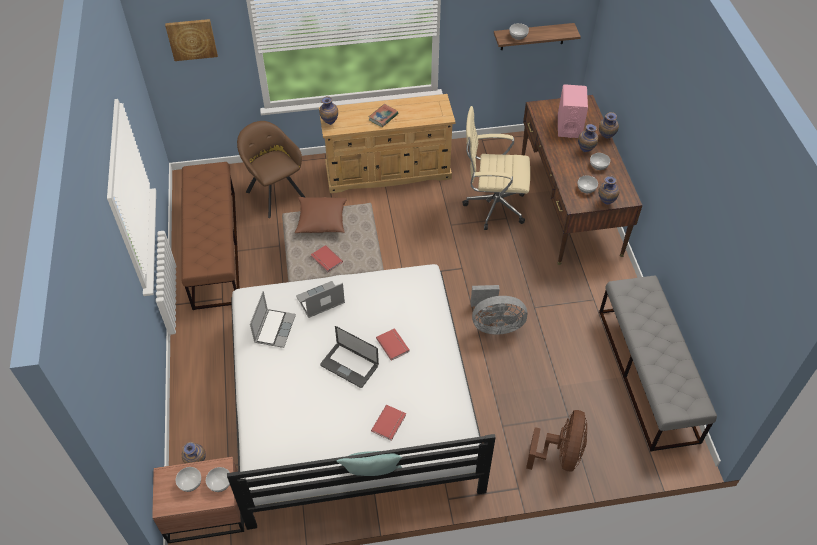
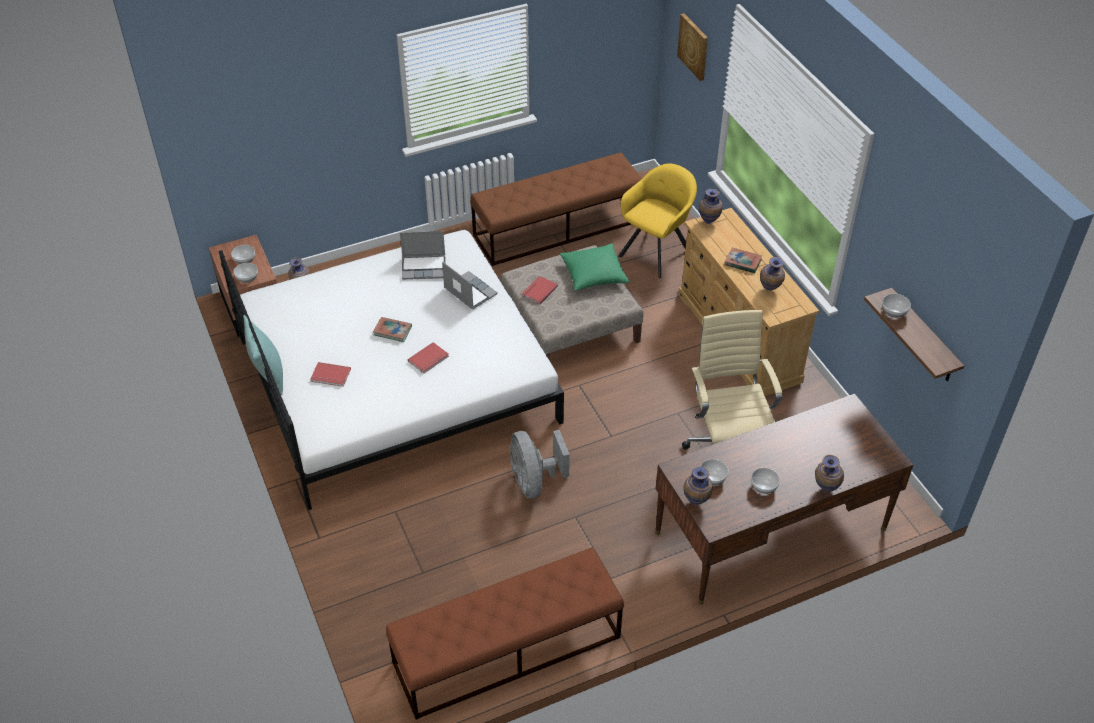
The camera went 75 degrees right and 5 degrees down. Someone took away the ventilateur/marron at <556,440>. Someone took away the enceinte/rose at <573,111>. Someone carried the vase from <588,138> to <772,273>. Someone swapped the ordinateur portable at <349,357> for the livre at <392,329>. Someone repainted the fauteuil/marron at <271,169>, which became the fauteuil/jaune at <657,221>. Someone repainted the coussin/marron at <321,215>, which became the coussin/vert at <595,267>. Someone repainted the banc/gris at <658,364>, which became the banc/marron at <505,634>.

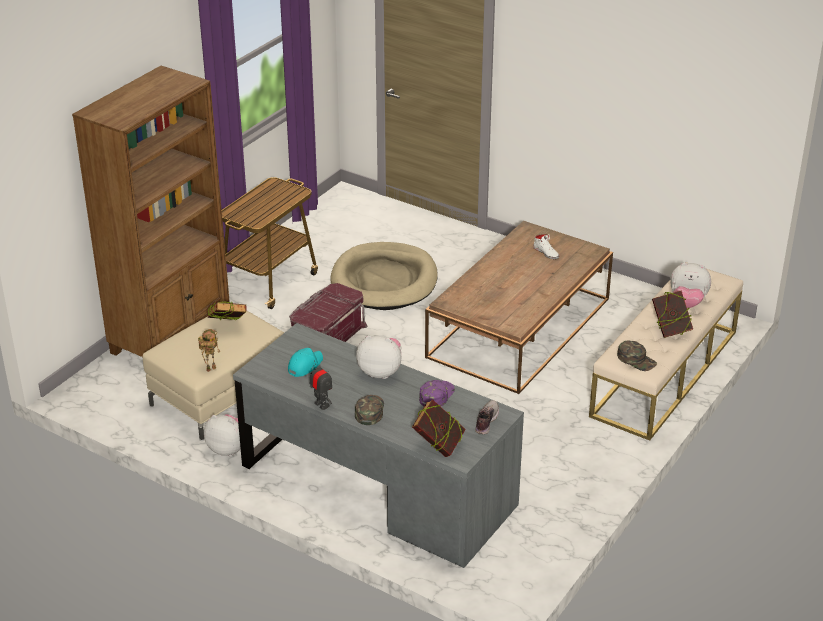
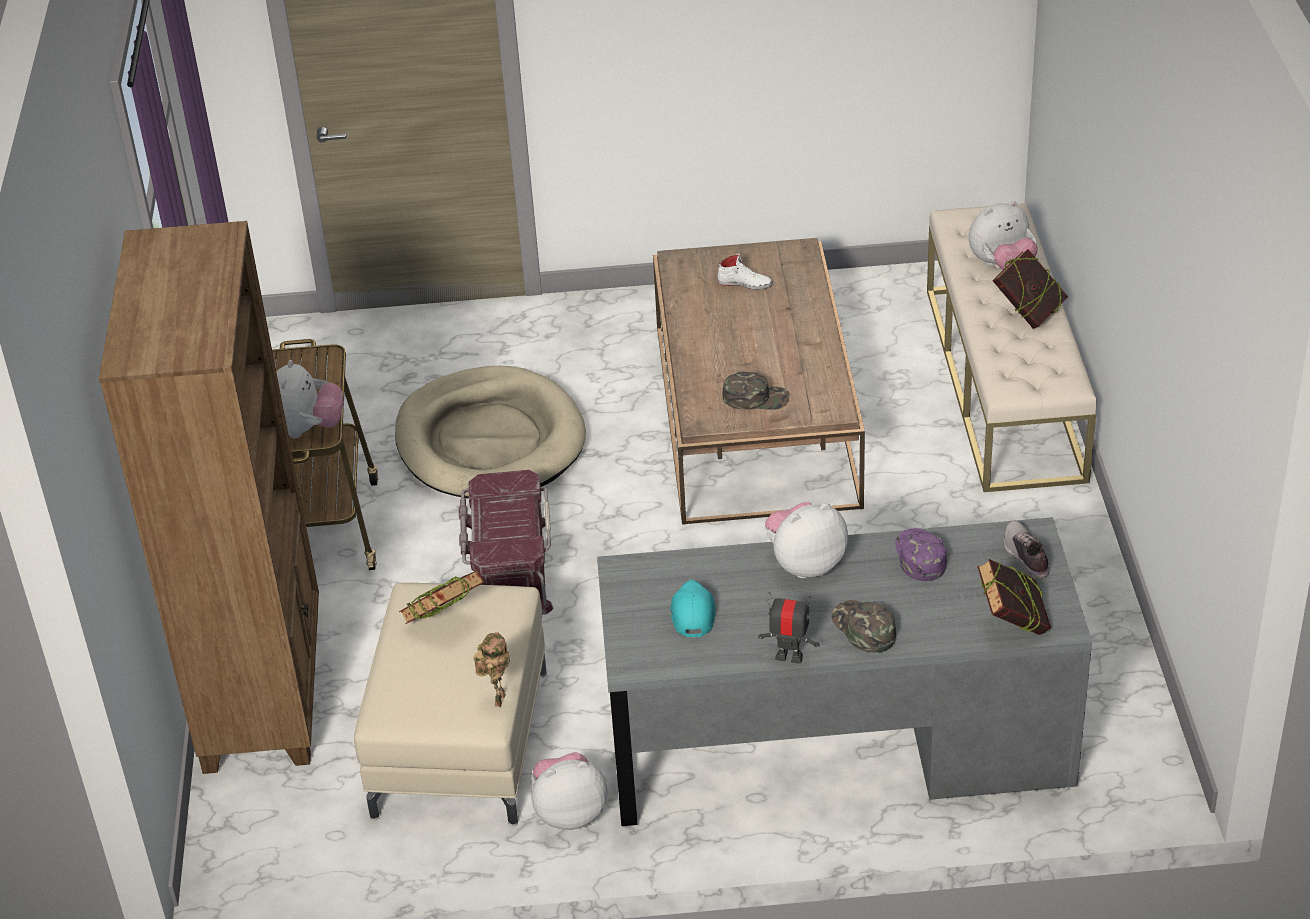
The camera went 35 degrees left and 5 degrees up. Someone put down the peluche at <309,399>. Someone carried the casquette/vert from <637,355> to <756,391>.

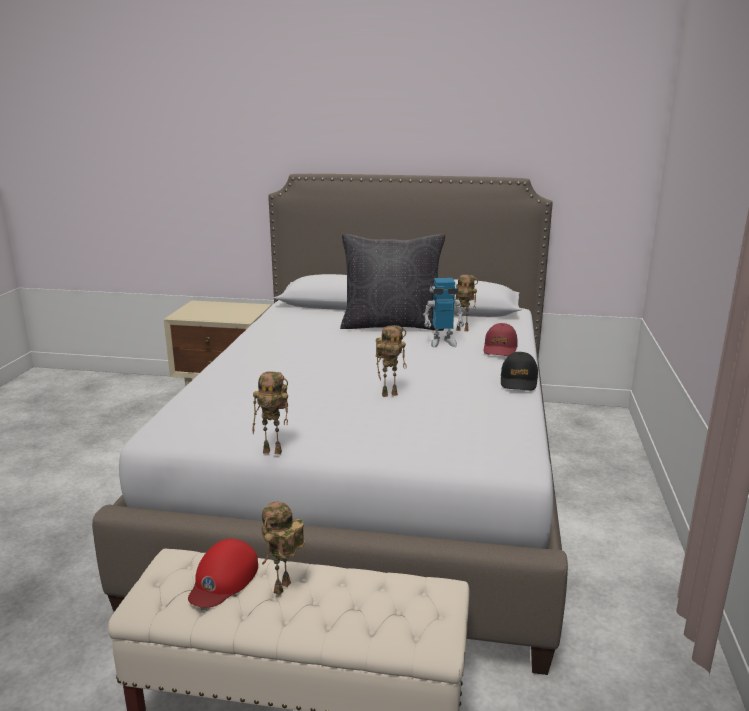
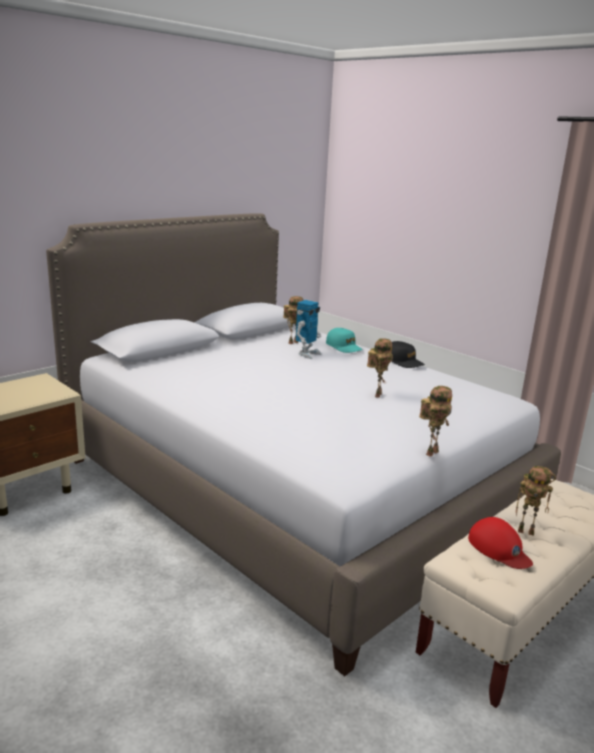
The camera went 55 degrees left and 0 degrees up. Someone took away the coussin/noir at <392,282>. Someone repainted the casquette/rouge at <500,339>, which became the casquette/turquoise at <344,340>. Someone rotated the robot jouet at <283,548> by 45 degrees counterclockwise.

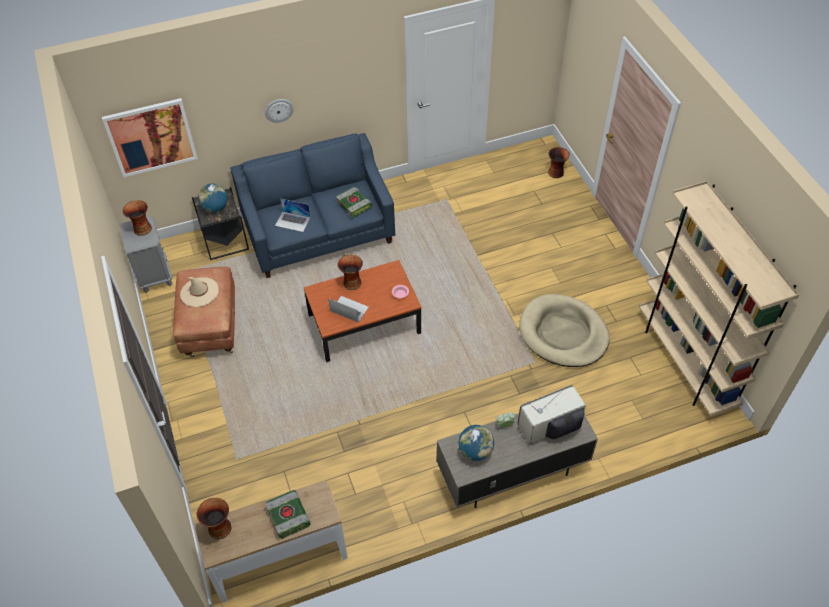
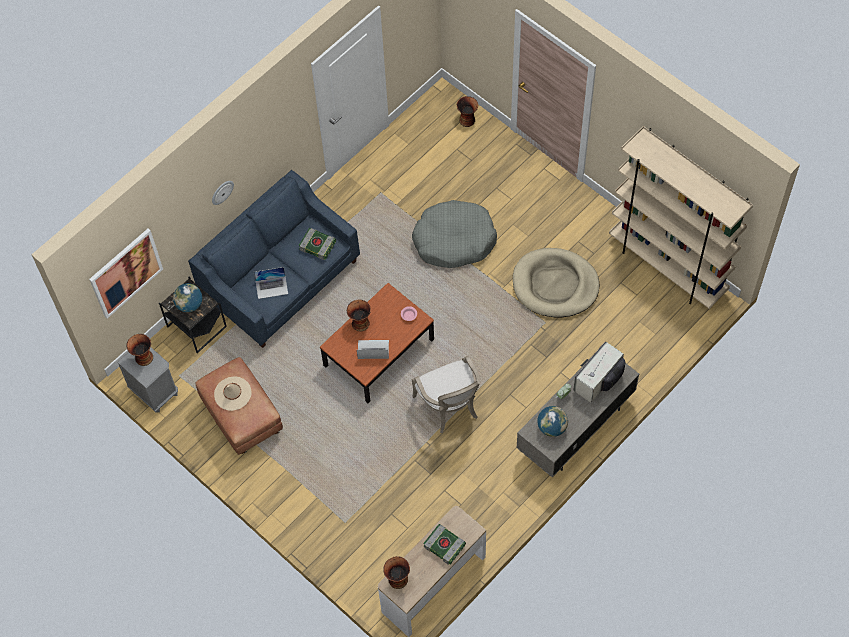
The camera went 25 degrees left and 10 degrees up. Someone put down the panier pour chien/gris at <454,234>. Someone put down the fauteuil at <446,394>.

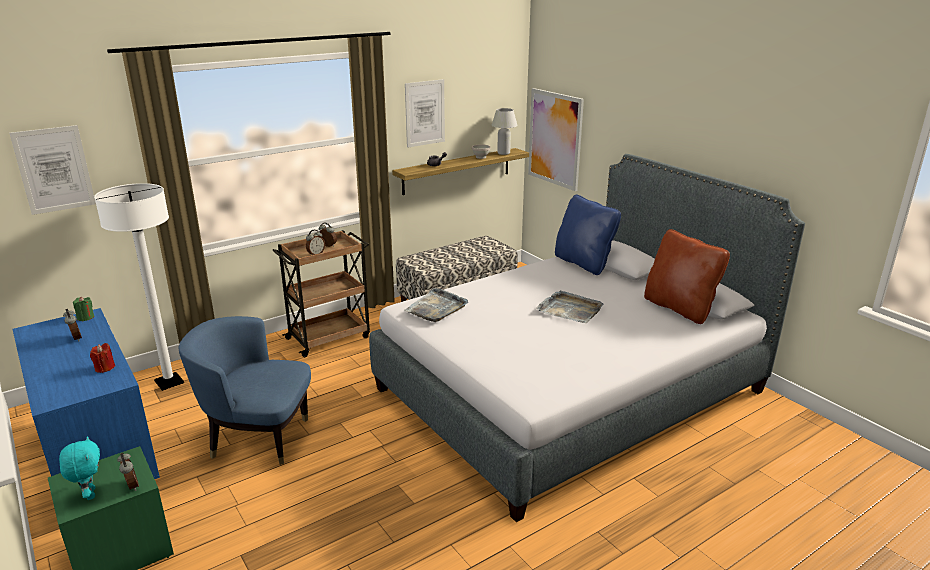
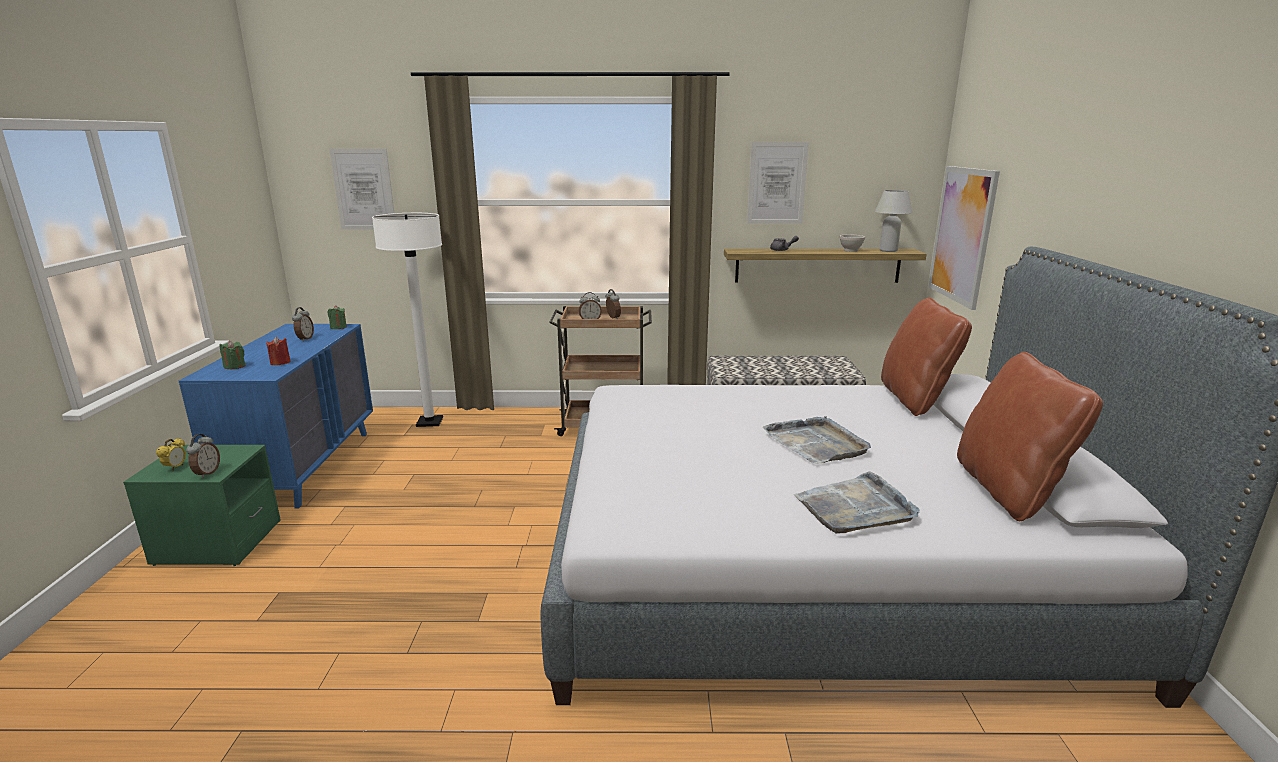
The camera went 35 degrees right and 5 degrees down. Someone took away the fauteuil/bleu at <244,390>. Someone put down the bougie/vert at <232,355>. Someone carried the plateau/gris from <436,305> to <857,502>. Someone swapped the peluche/turquoise at <79,468> for the réveil at <171,454>. Someone repainted the coussin/bleu at <588,235>, which became the coussin/marron at <926,356>.

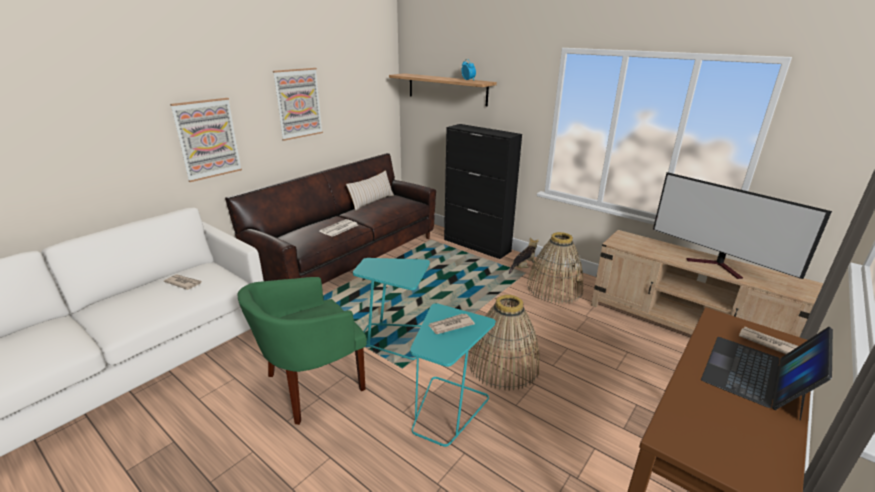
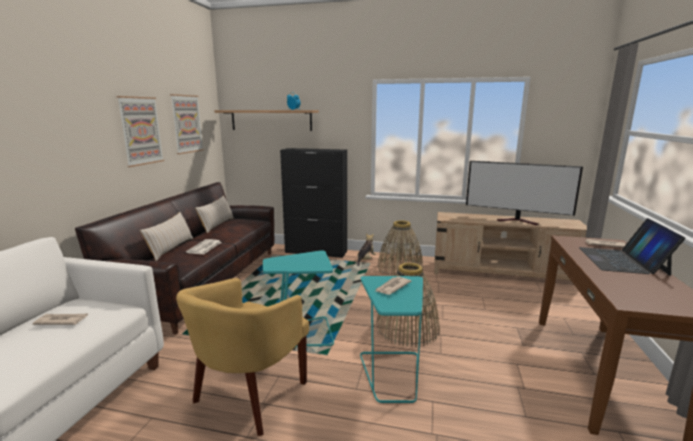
The camera went 25 degrees left and 10 degrees down. Someone put down the coussin/beige at <166,236>. Someone carried the tableau from <206,140> to <187,124>. Someone repainted the fauteuil/vert at <302,351>, which became the fauteuil/jaune at <242,357>.

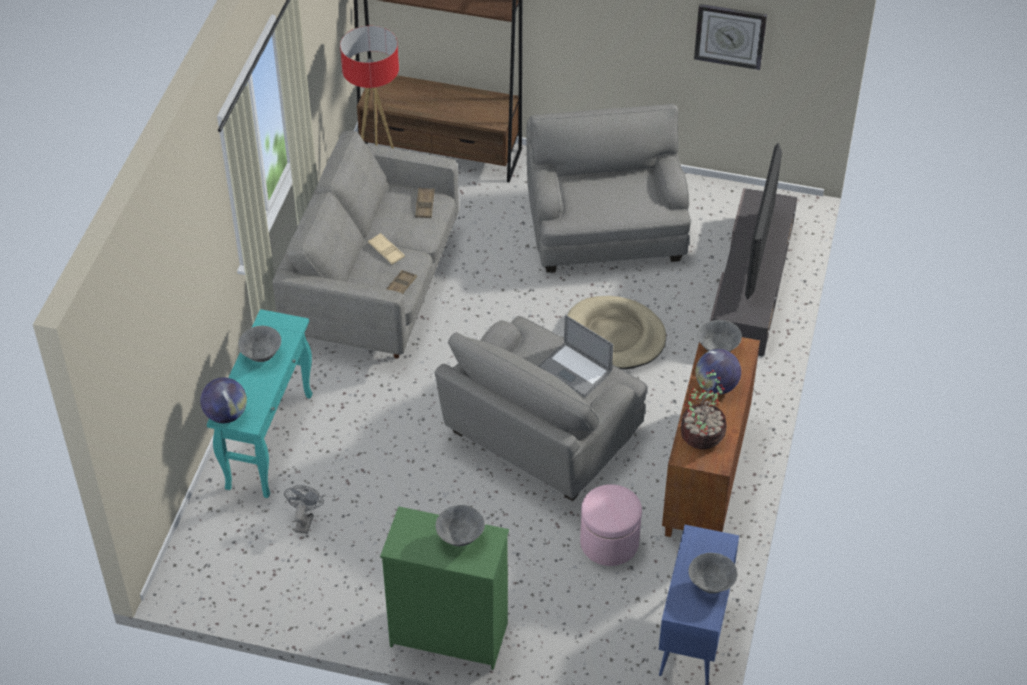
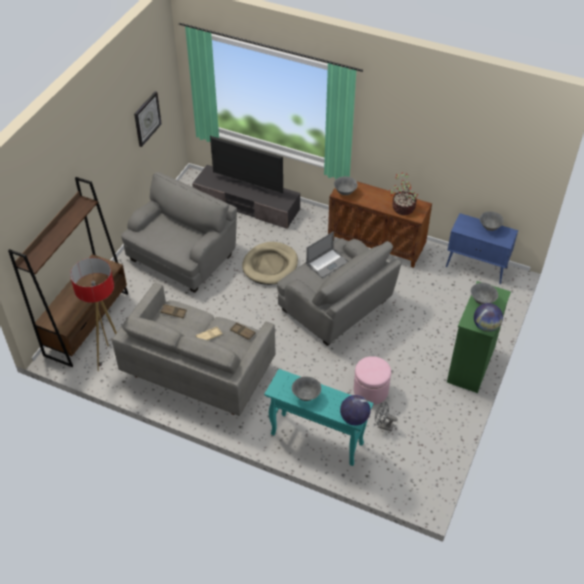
The camera went 80 degrees left and 0 degrees up. Someone carried the pouf/rose from <611,525> to <372,380>. Someone carried the globe from <718,372> to <488,317>. Someone rotated the fauteuil/gris at <608,188> by 120 degrees clockwise.

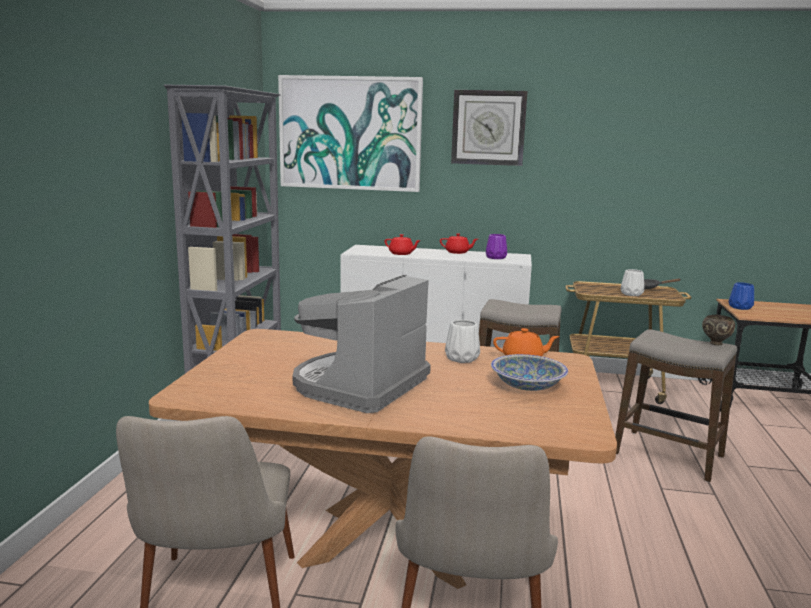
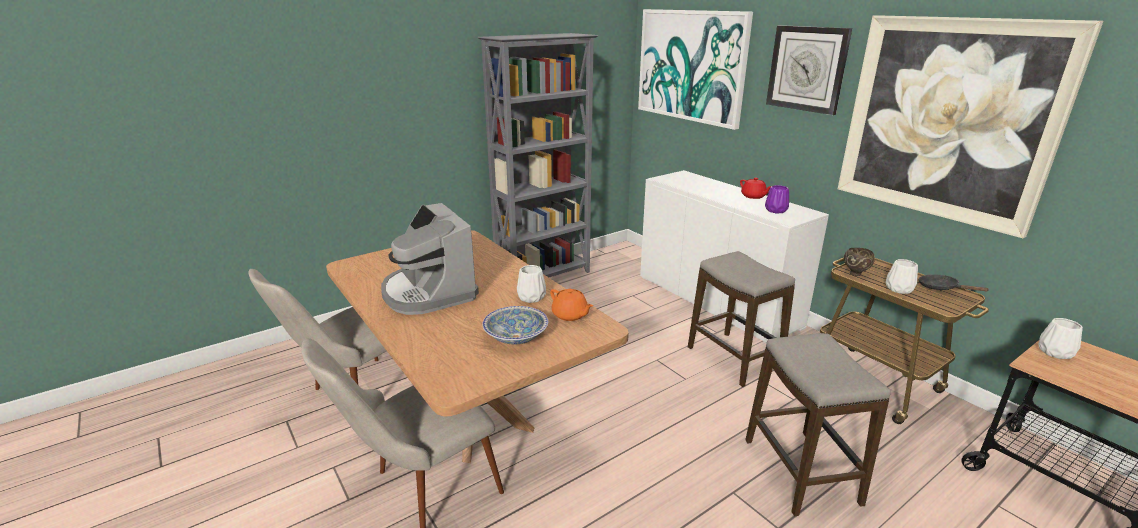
The camera went 45 degrees right and 10 degrees up. Someone took away the théière/rouge at <403,244>. Someone put up the tableau at <970,126>. Someone carried the bol/marron from <718,330> to <859,262>. Someone repainted the vase/bleu at <741,296>, which became the vase/blanc at <1060,338>. Someone rotated the machine à café at <362,344> by 105 degrees counterclockwise.

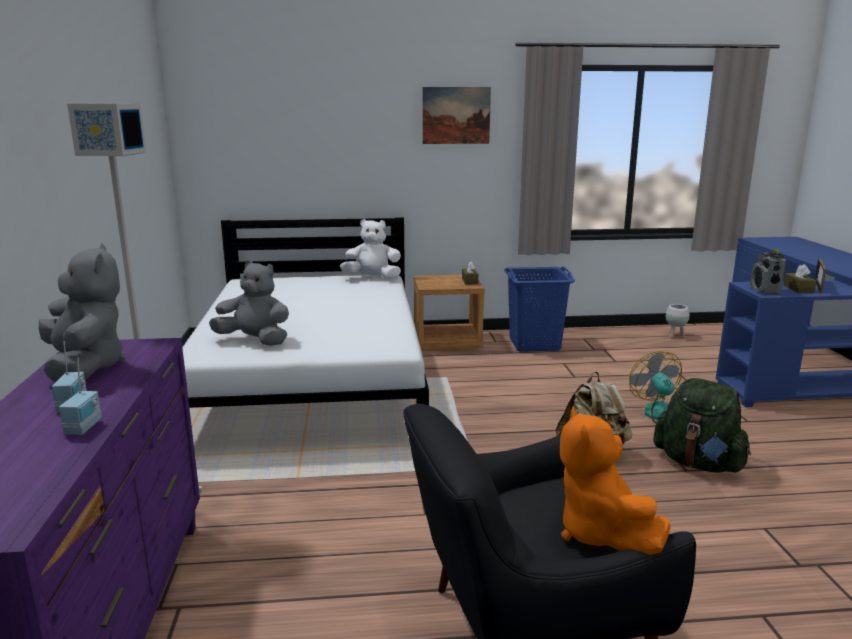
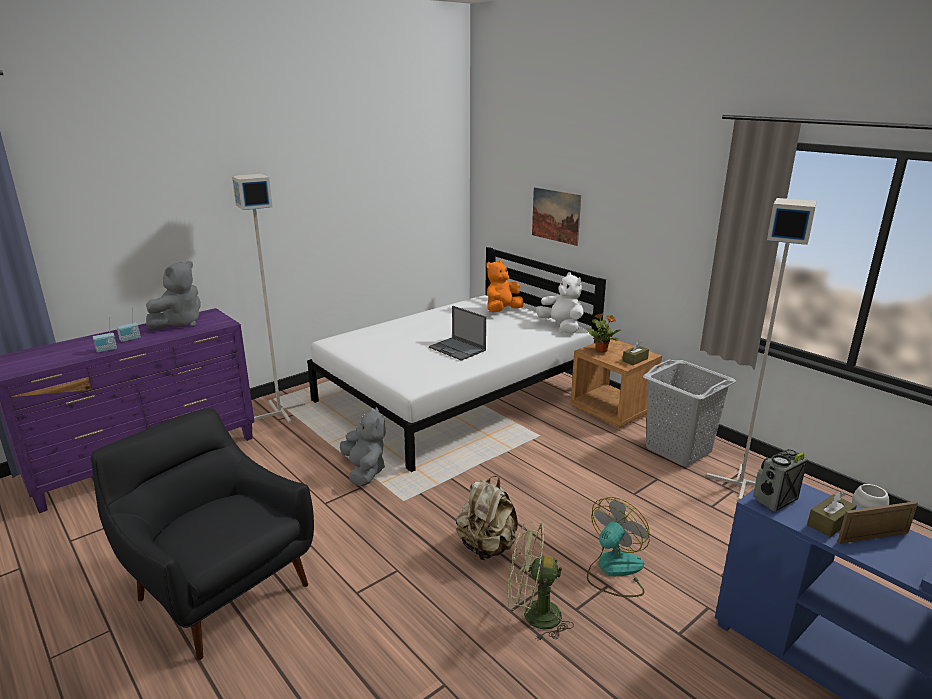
The camera went 55 degrees right and 5 degrees up. Someone put down the ordinateur portable at <457,333>. Someone put down the plante en pot at <603,333>. Someone put down the lampadaire/gris at <761,349>. Someone carried the peluche/gris from <249,303> to <363,446>. Someone carried the tableau from <456,115> to <556,216>. Someone carried the peluche/orange from <615,481> to <505,286>. Someone swapped the sac à dos/vert at <702,425> for the ventilateur/vert at <541,580>. Someone repainted the panier à linge/bleu at <539,309>, which became the panier à linge/gris at <689,413>.

